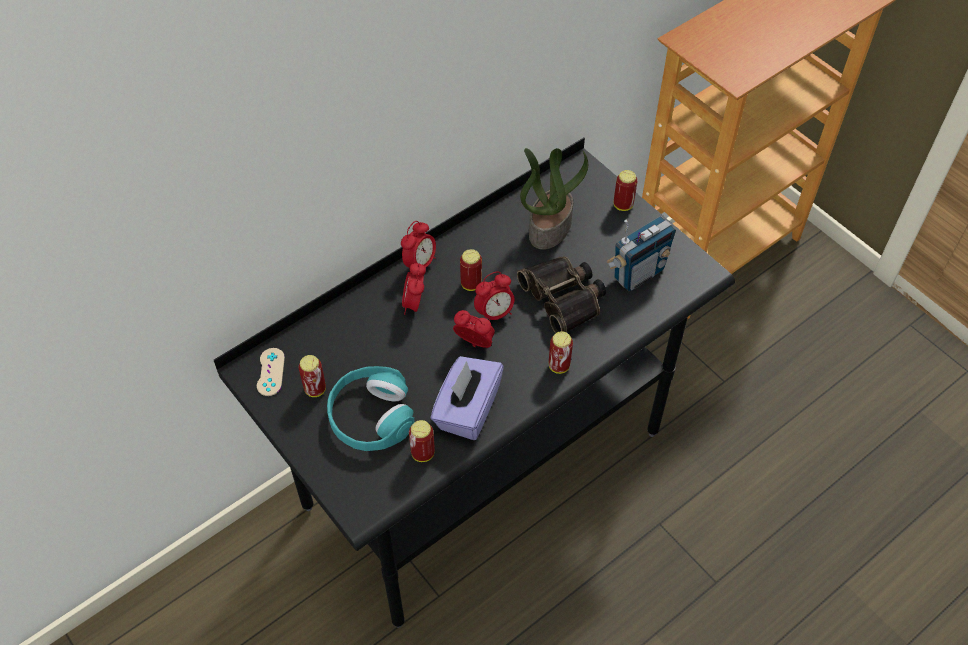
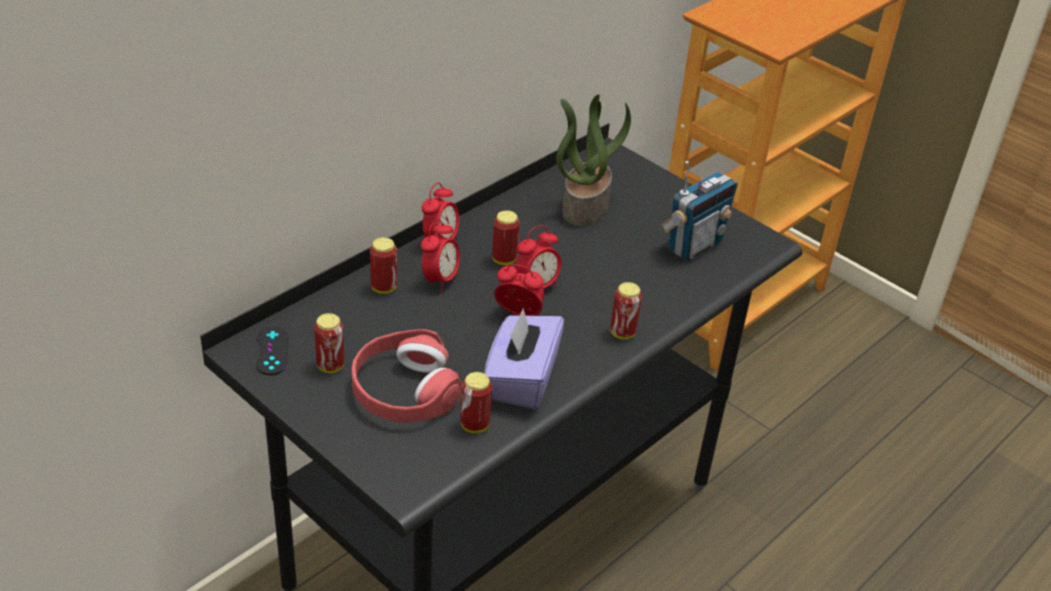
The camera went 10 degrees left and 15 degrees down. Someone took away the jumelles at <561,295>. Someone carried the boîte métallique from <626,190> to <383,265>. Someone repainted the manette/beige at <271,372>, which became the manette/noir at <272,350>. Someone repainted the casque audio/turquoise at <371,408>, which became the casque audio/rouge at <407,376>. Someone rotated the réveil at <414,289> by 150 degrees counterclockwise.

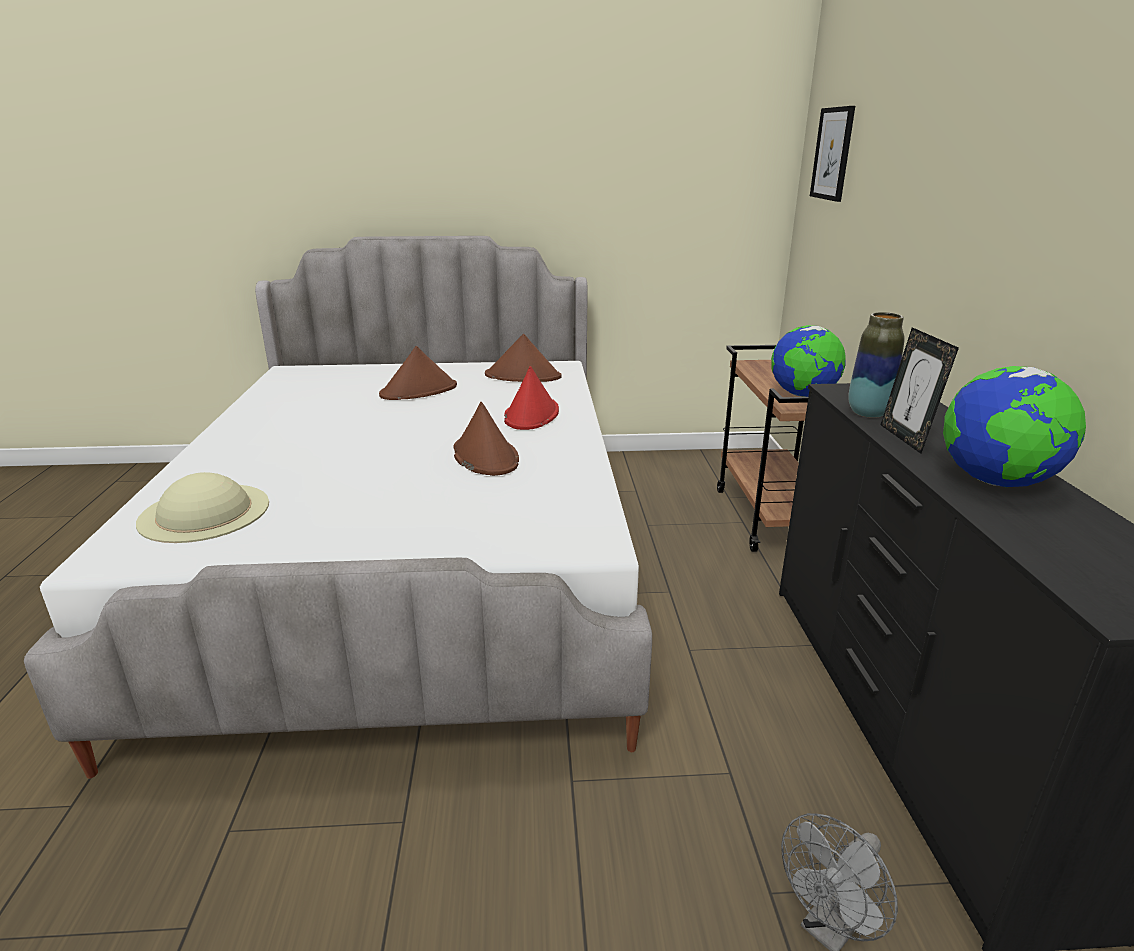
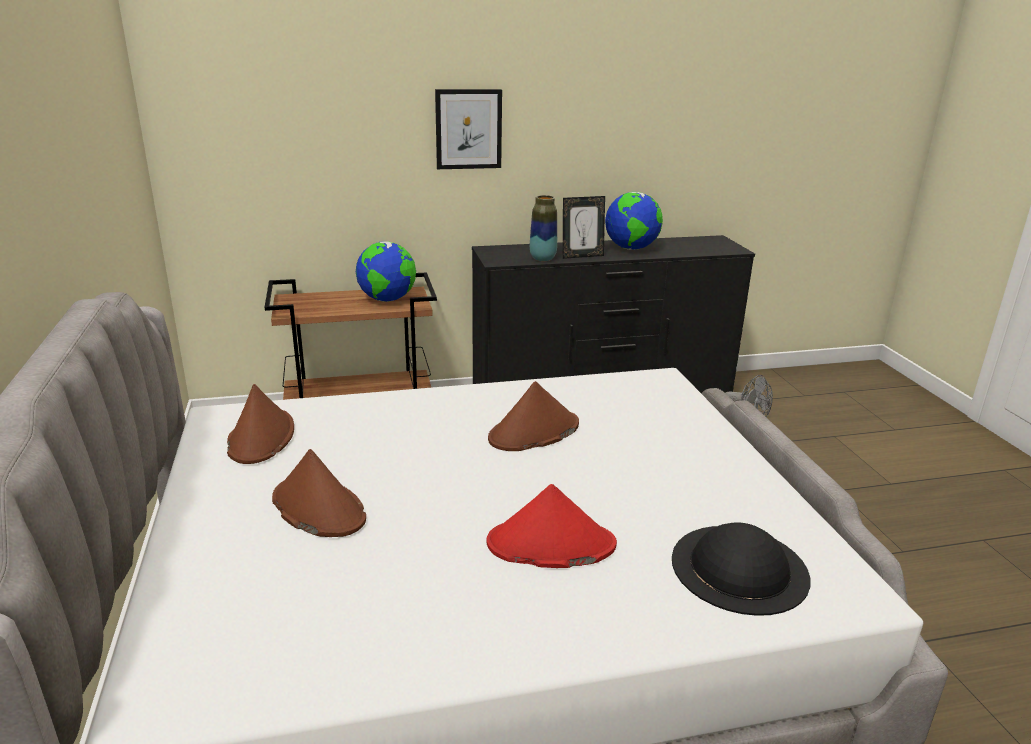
The camera went 100 degrees left and 0 degrees up. Someone carried the chapeau/rouge from <531,398> to <551,526>. Someone carried the tableau from <832,154> to <468,129>. Someone repainted the chapeau/beige at <202,507>, which became the chapeau/noir at <741,569>.

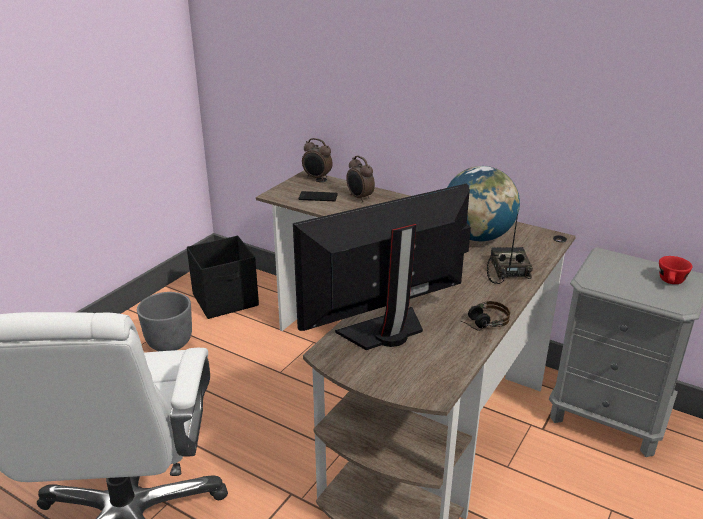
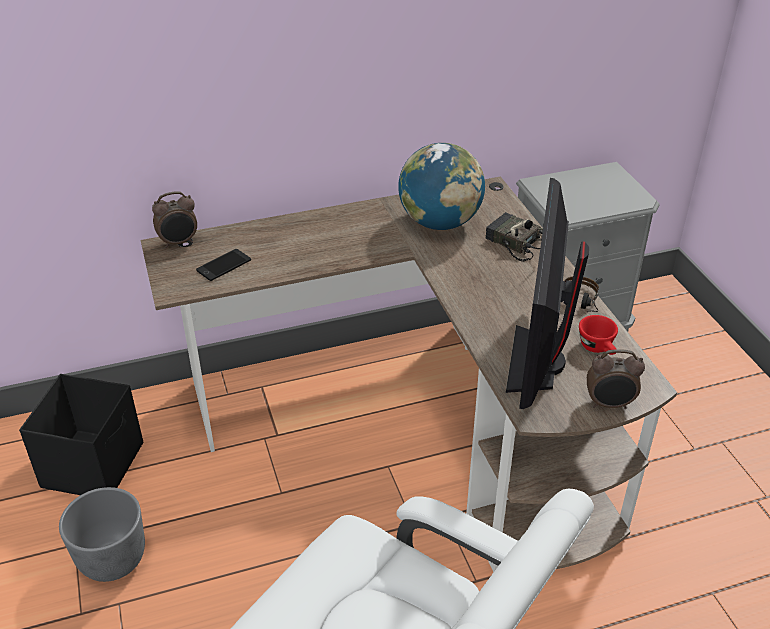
The camera went 50 degrees left and 10 degrees up. Someone carried the réveil from <360,179> to <616,379>. Someone carried the tasse/rouge from <675,270> to <598,335>.

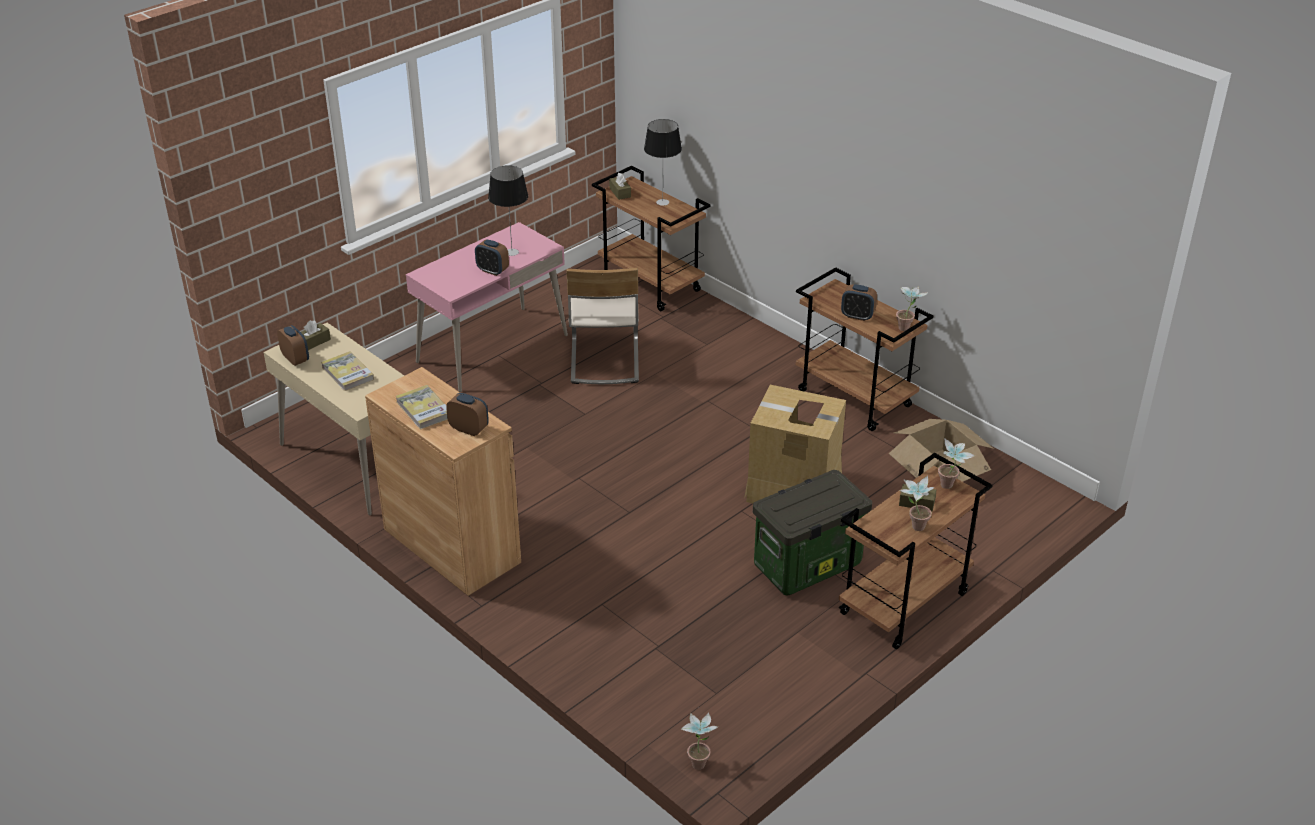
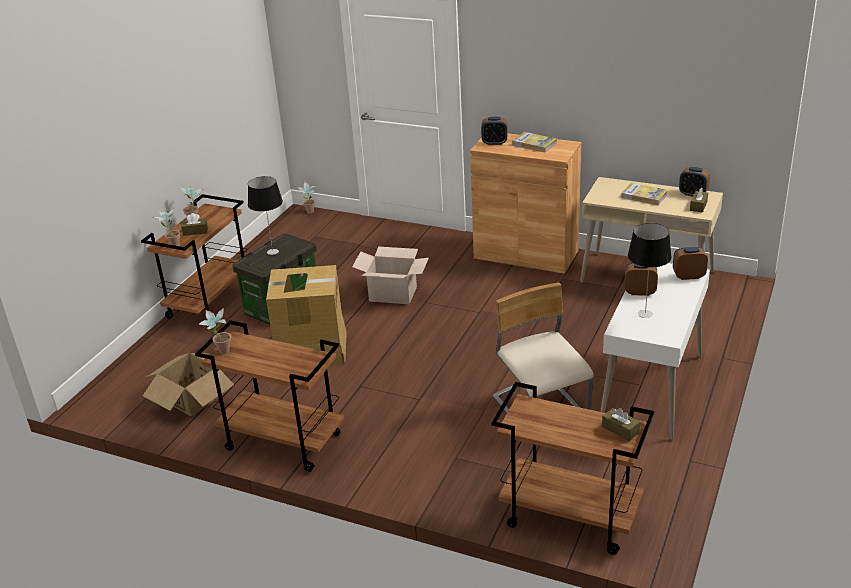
The camera went 160 degrees right and 5 degrees down. Someone put down the carton at <390,275>. Someone carried the lampe de table from <663,162> to <265,215>. Someone carried the réveil from <859,302> to <690,263>. Someone repainted the bureau/rose at <487,307>, which became the bureau/blanc at <655,351>.

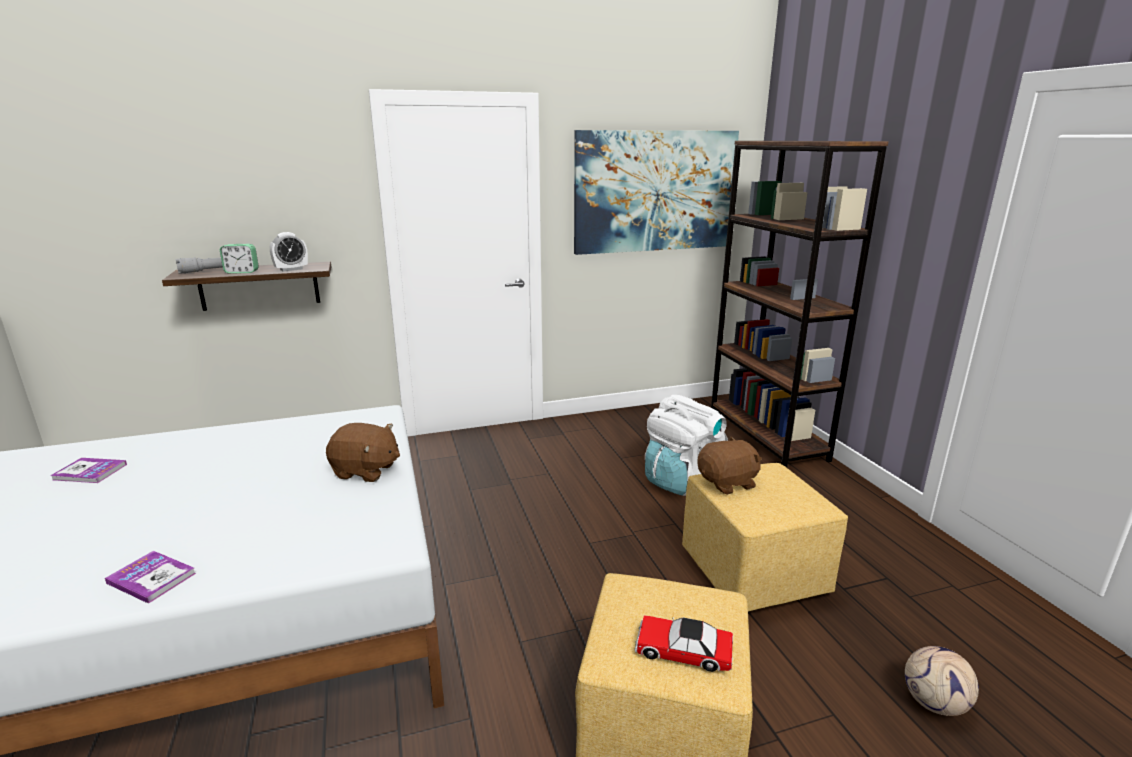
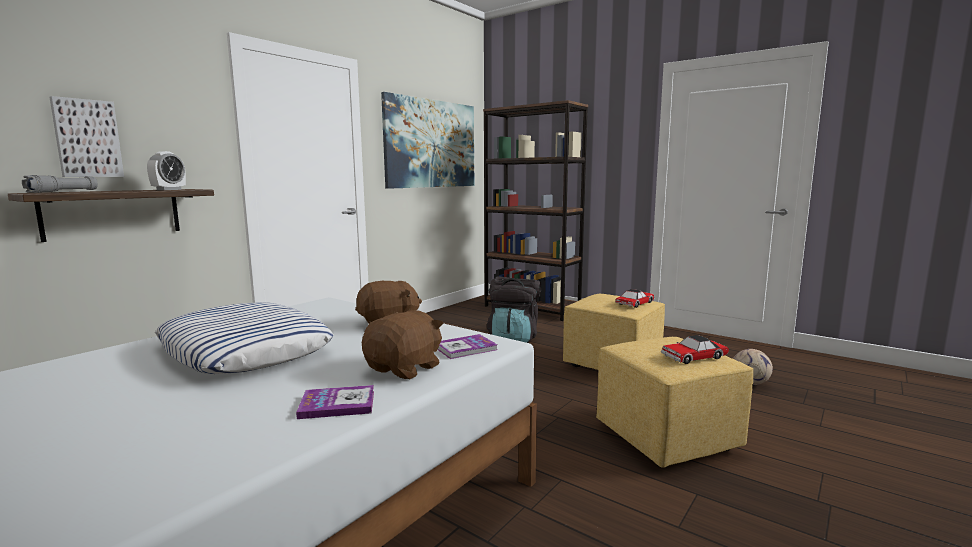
The camera went 35 degrees left and 10 degrees down. Someone took away the réveil at <239,259>. Someone put up the tableau at <87,136>. Someone put down the coussin at <244,338>. Someone put down the petite voiture at <635,298>. Someone carried the livre from <88,470> to <468,346>. Someone carried the peluche/marron from <729,466> to <402,344>. Someone repainted the sac à dos/blanc at <686,445>, which became the sac à dos/noir at <514,310>.

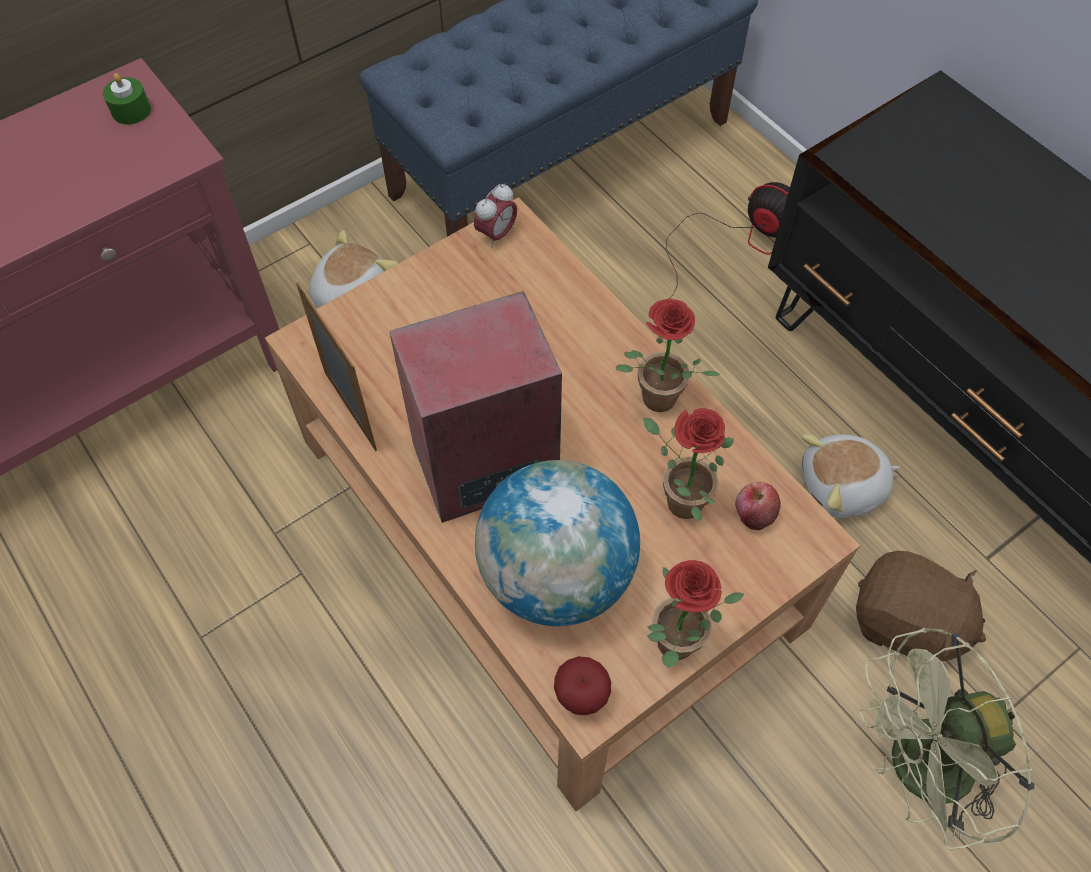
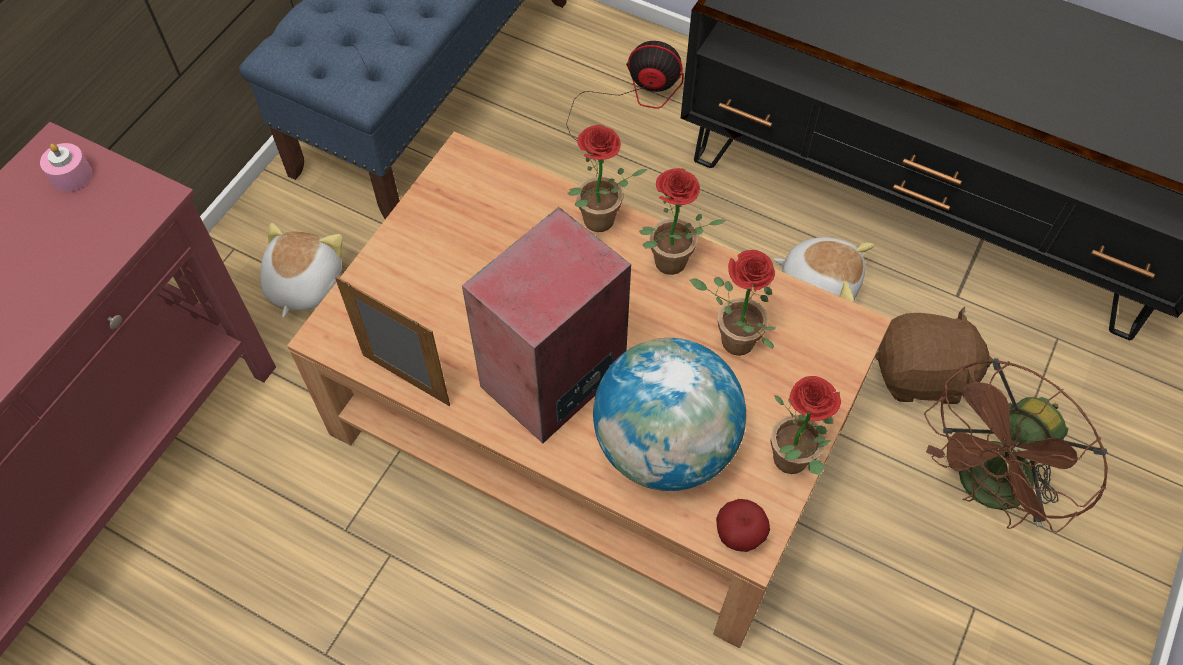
The camera went 25 degrees left and 0 degrees up. Someone took away the réveil at <495,215>. Someone took away the pomme at <758,506>. Someone put down the plante en pot at <608,178>. Someone repainted the bougie/vert at <127,98>, which became the bougie/rose at <66,167>. Someone repainted the ventilateur/vert at <947,739>, which became the ventilateur/marron at <1016,445>. Someone rotated the peluche at <850,476> by 120 degrees counterclockwise.

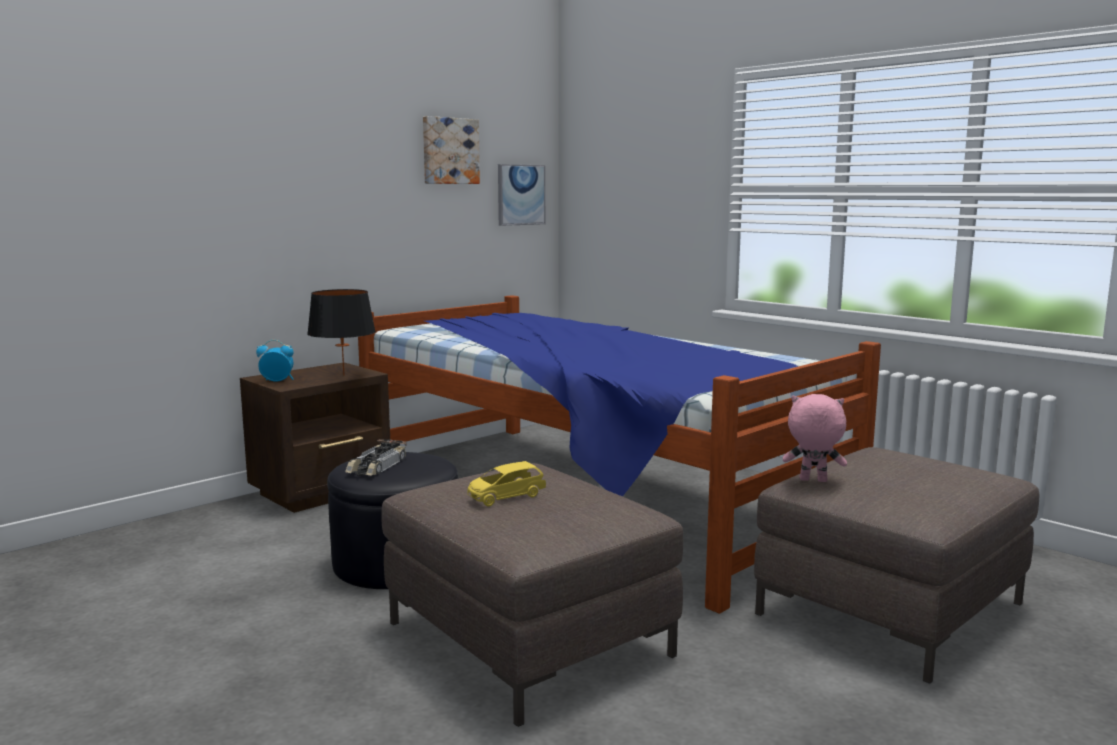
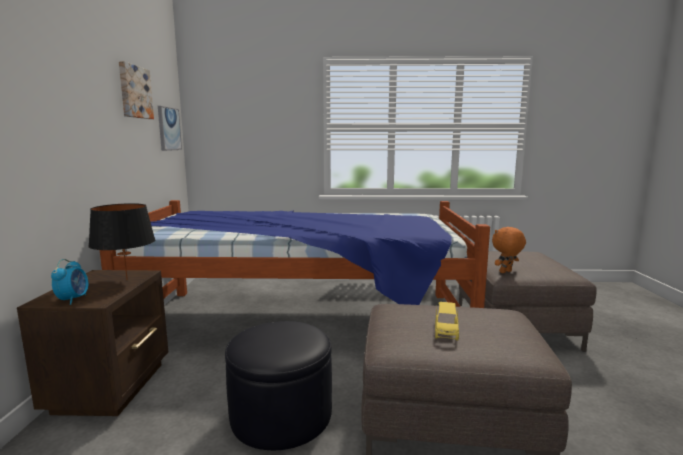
The camera went 45 degrees left and 0 degrees up. Someone took away the petite voiture at <376,457>. Someone repainted the peluche/rose at <815,438>, which became the peluche/orange at <509,250>. Someone rotated the réveil at <275,361> by 135 degrees clockwise.

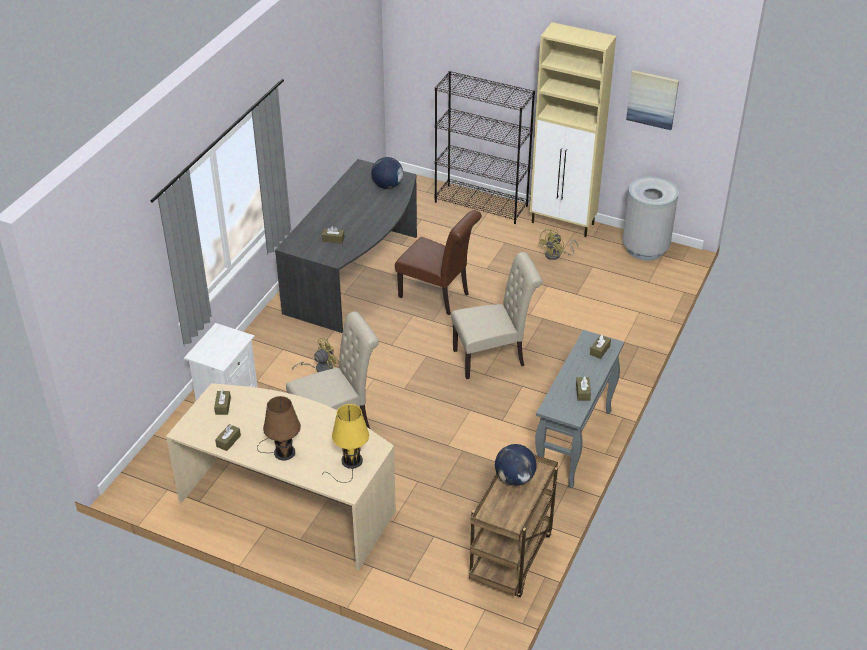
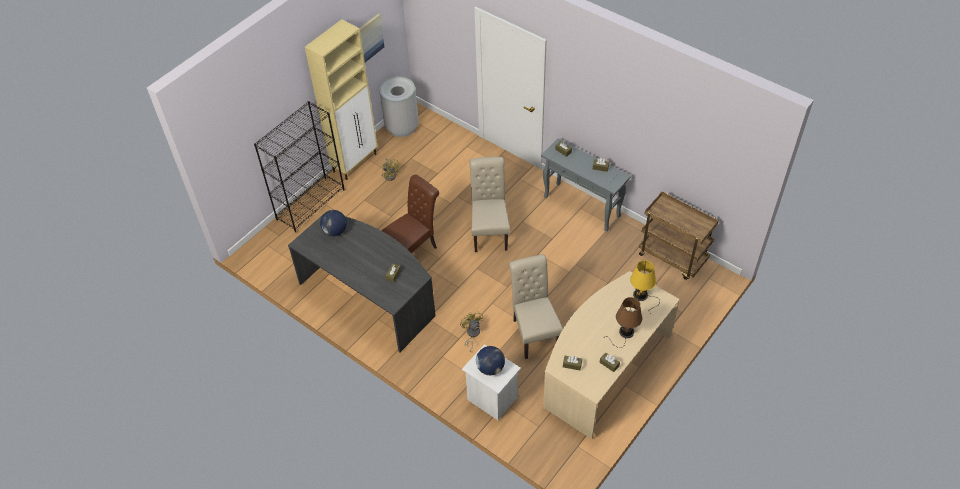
The camera went 75 degrees left and 10 degrees up. Someone carried the globe from <515,465> to <490,360>.

